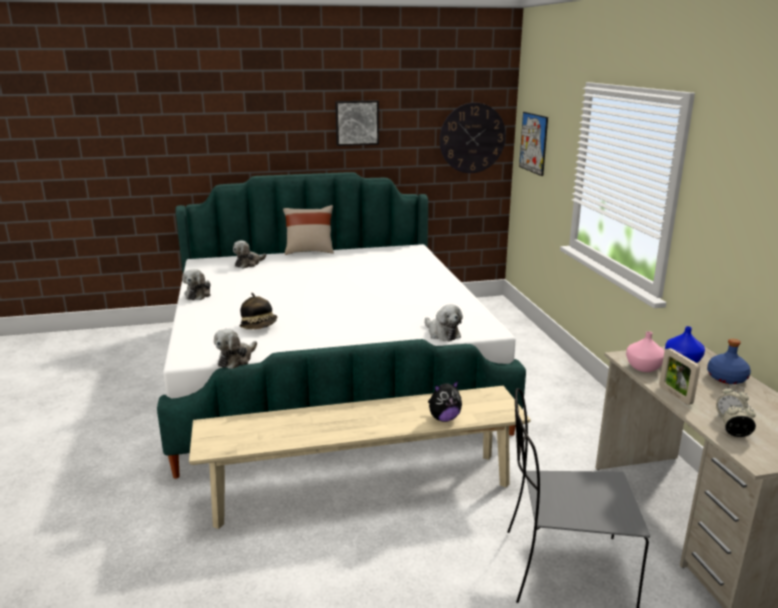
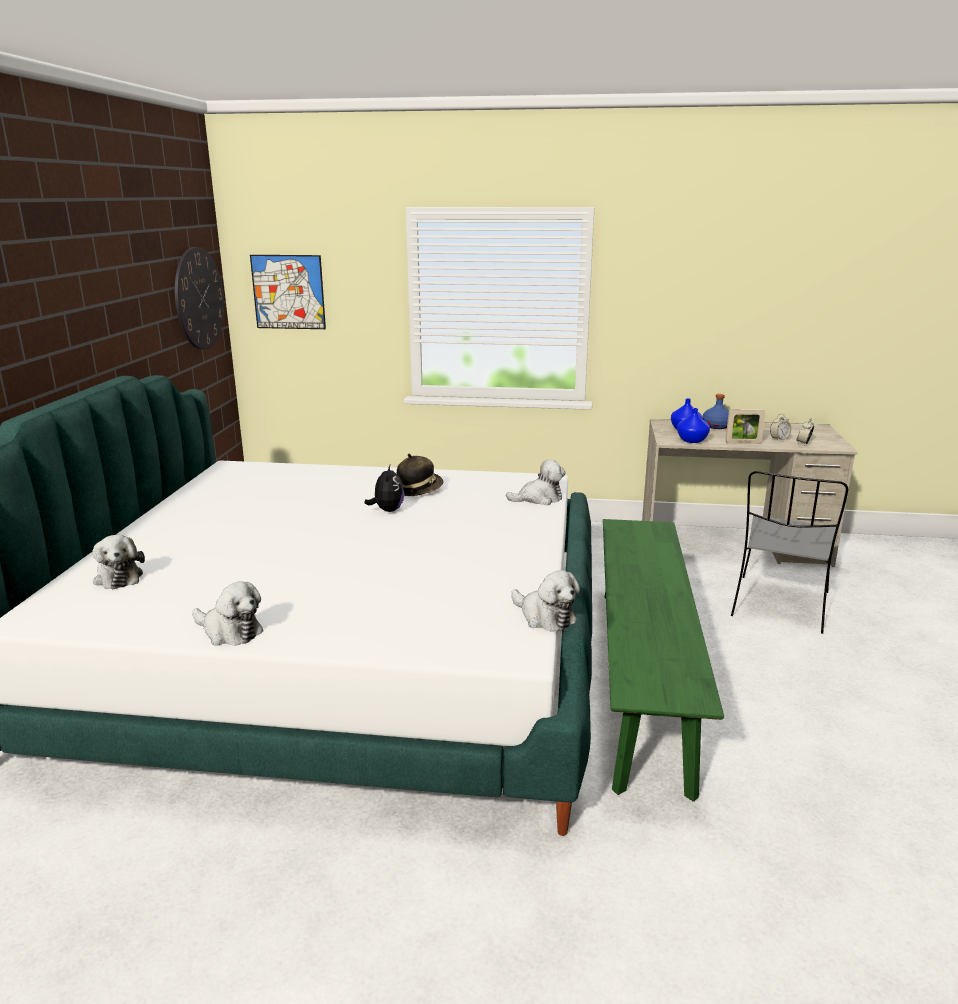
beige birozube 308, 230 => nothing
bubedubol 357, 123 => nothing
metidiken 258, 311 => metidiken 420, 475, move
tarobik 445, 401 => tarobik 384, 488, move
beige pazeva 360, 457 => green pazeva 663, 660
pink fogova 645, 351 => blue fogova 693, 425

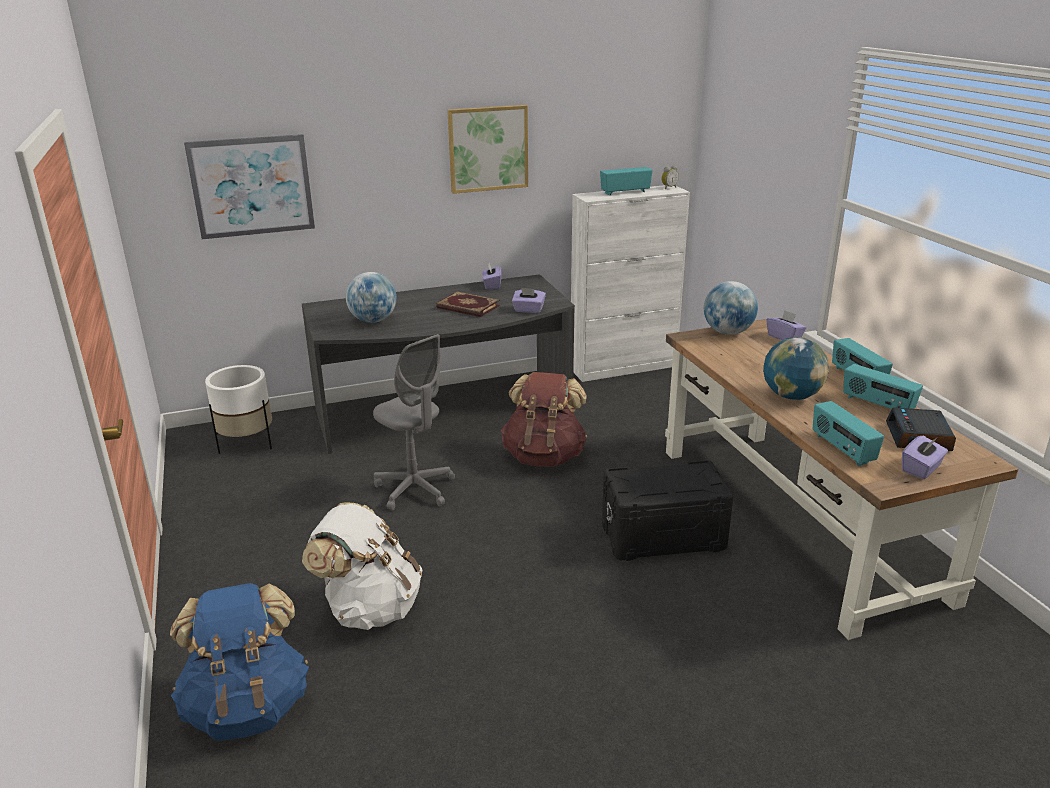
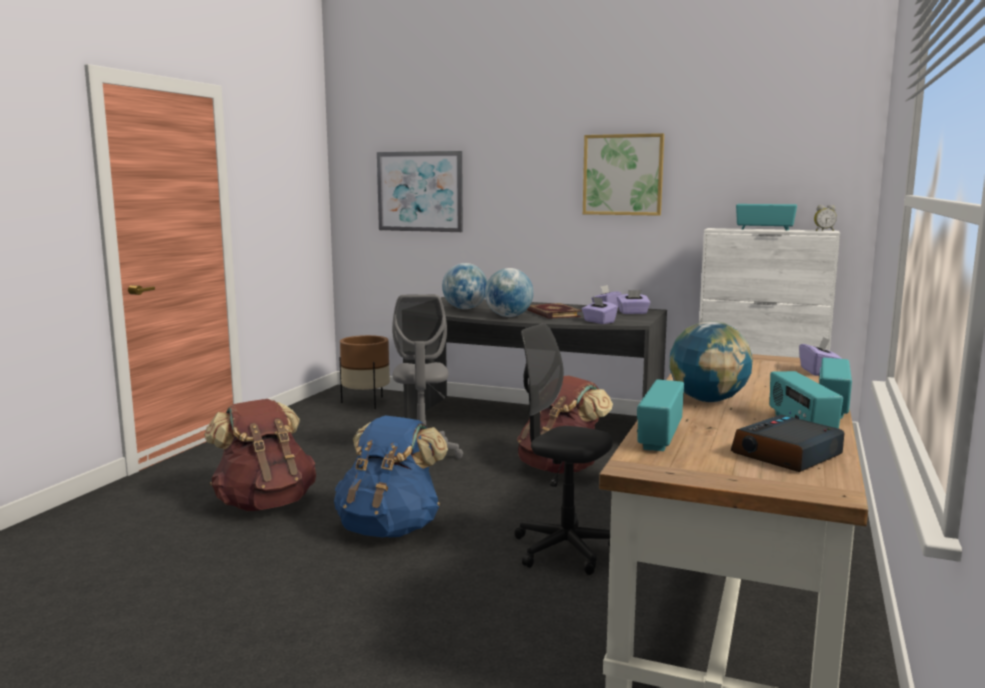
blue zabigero 239, 662 => blue zabigero 391, 476, move
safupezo 731, 308 => safupezo 509, 292, move
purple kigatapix 925, 457 => purple kigatapix 634, 302, move
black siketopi 667, 510 => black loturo 563, 449
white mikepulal 238, 409 => brown mikepulal 365, 372
white zabigero 362, 566 => brown zabigero 260, 455

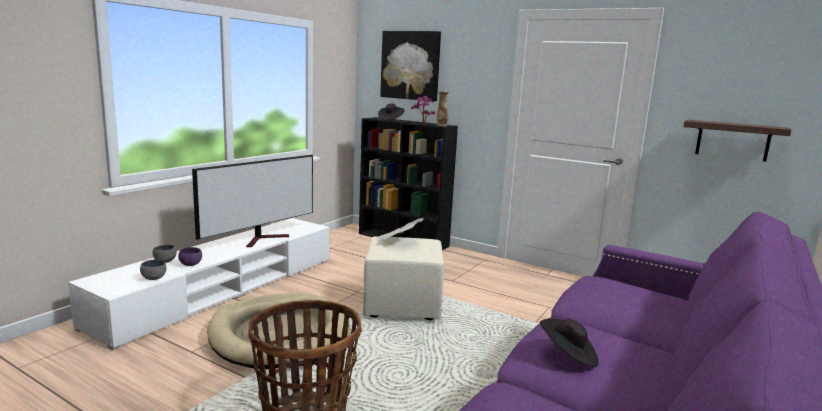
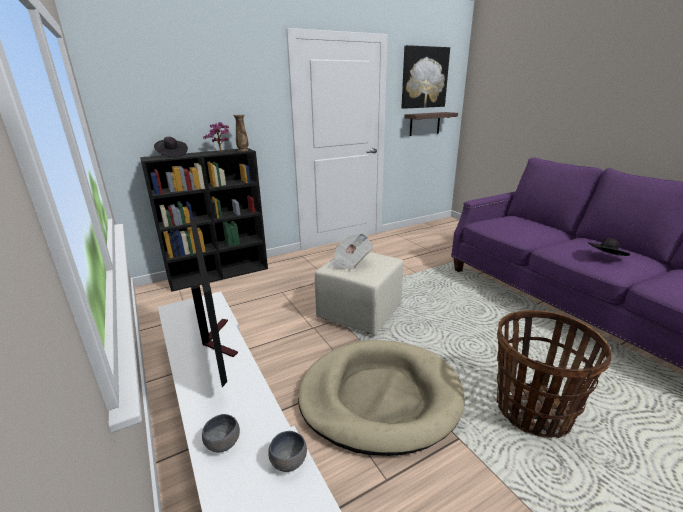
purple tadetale 190, 256 => nothing
bubedubol 410, 66 => bubedubol 425, 77, move

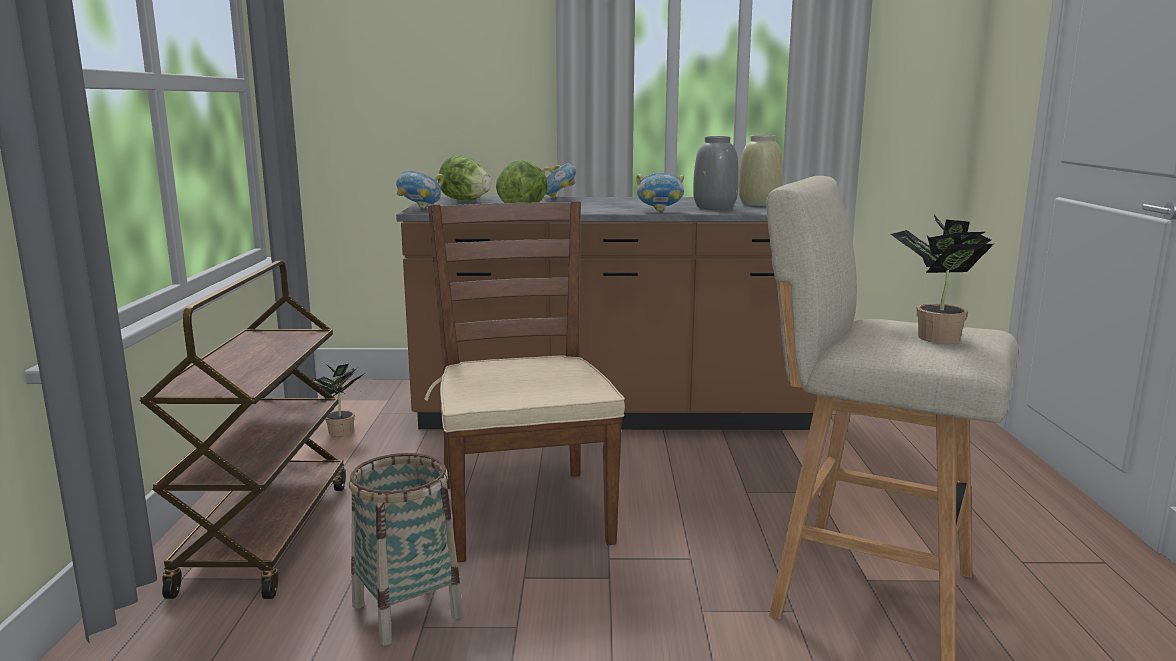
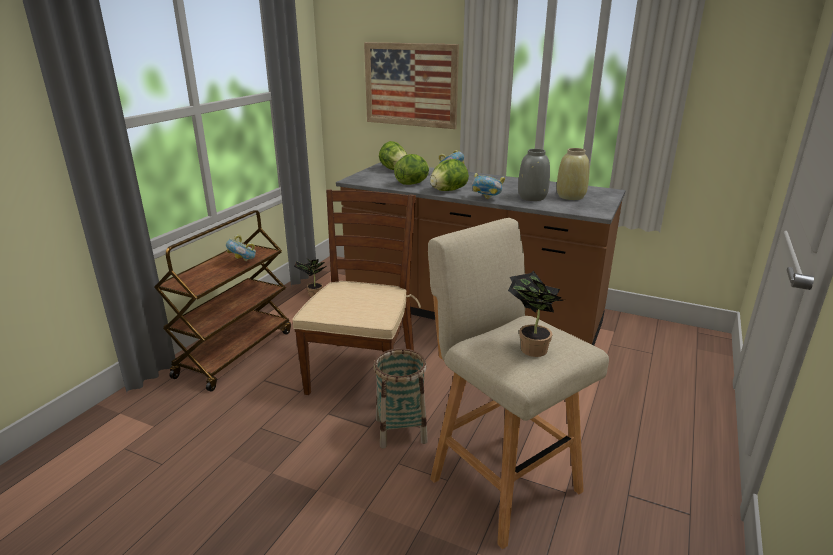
nothing => bubedubol 411, 85
nothing => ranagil 449, 175
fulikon 406, 549 => fulikon 401, 398, move
tadetale 420, 190 => tadetale 241, 248, move

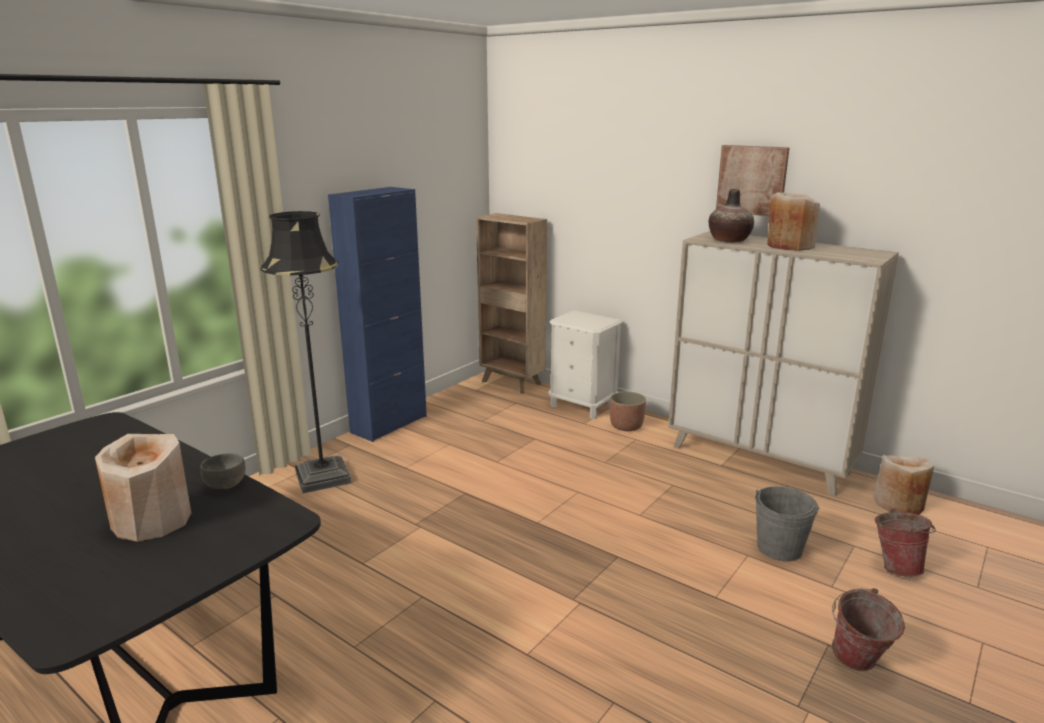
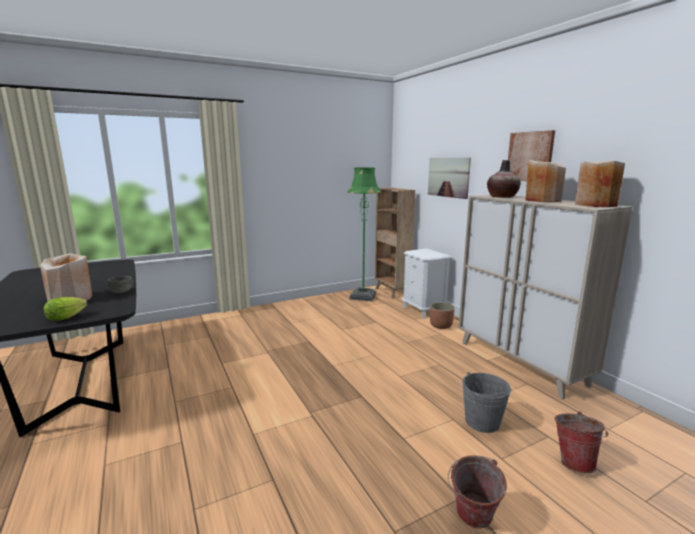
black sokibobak 306, 352 => nothing
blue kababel 377, 314 => nothing
nothing => ranagil 65, 309
nothing => green sokibobak 364, 234
nothing => bubedubol 449, 178
beige fogova 903, 485 => beige fogova 600, 183, move

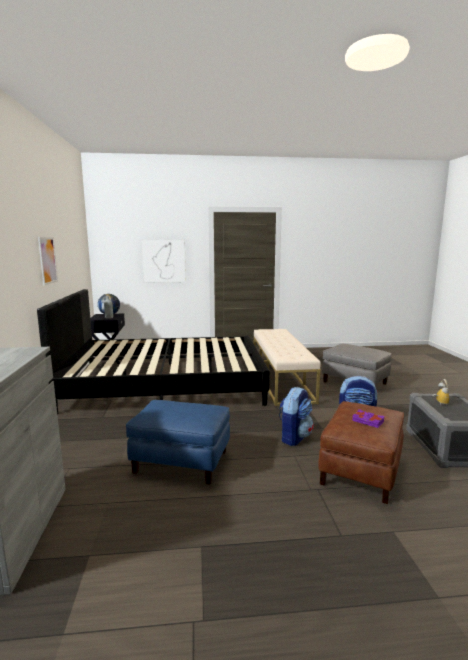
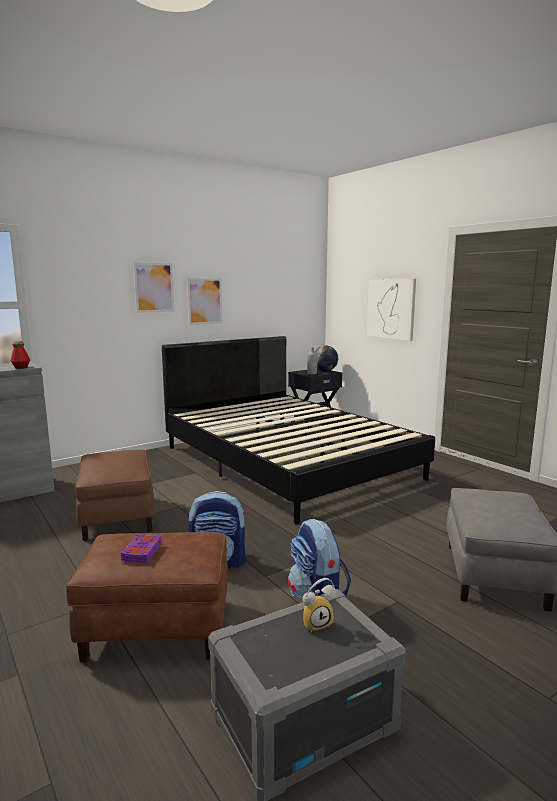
beige pazeva 287, 367 => nothing
nothing => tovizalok 20, 355
nothing => bubedubol 153, 287
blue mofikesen 178, 442 => brown mofikesen 114, 495

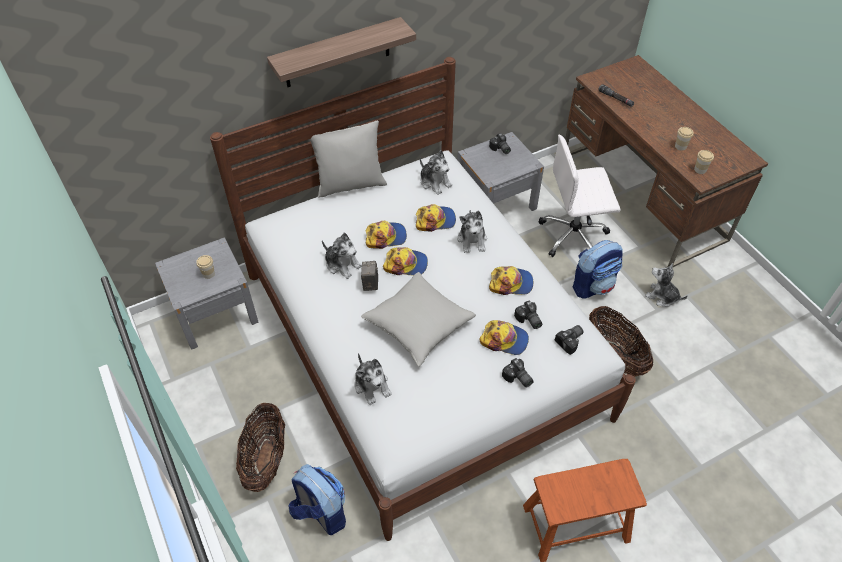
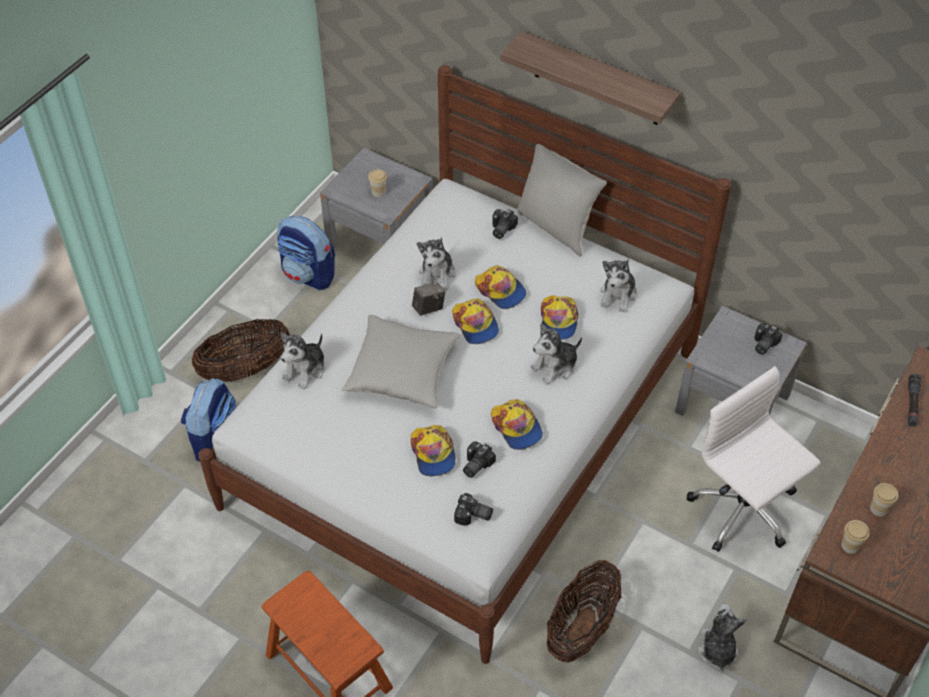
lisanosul 518, 373 => lisanosul 505, 224, move
zabigero 598, 269 => zabigero 306, 253, move
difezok 436, 218 => difezok 560, 317, 45 degrees clockwise

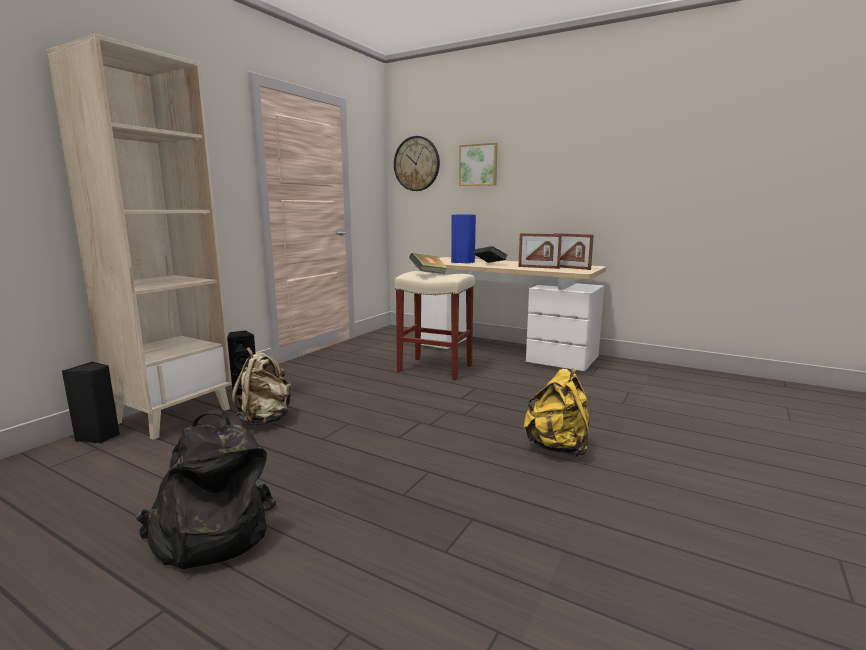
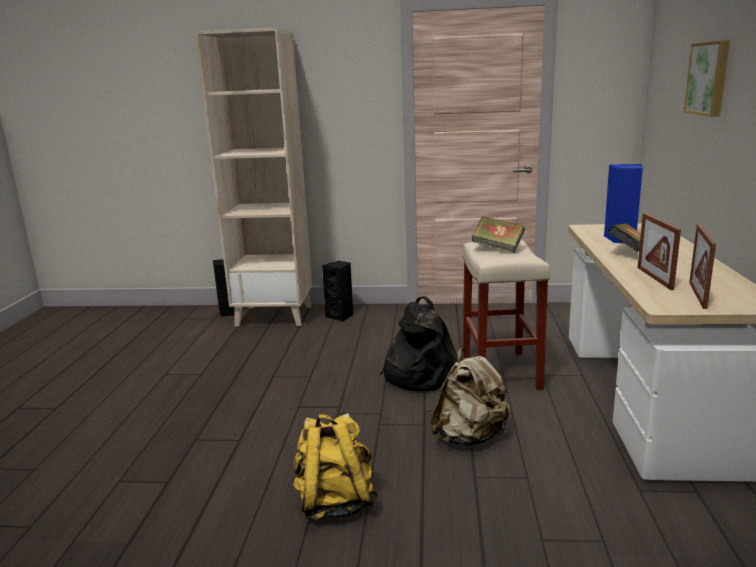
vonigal 417, 163 => nothing
black zabigero 205, 489 => black zabigero 419, 343, move
beige zabigero 262, 386 => beige zabigero 470, 397, move

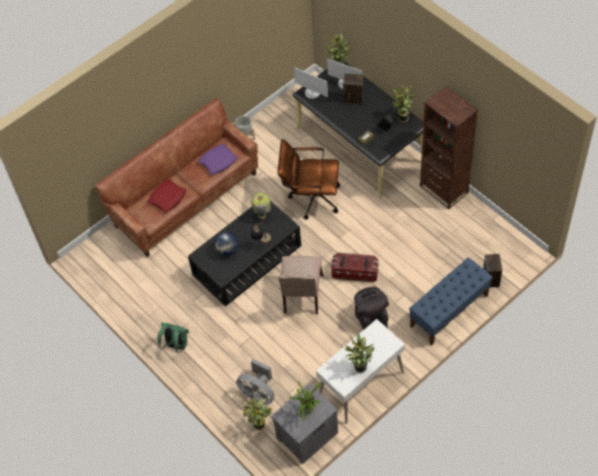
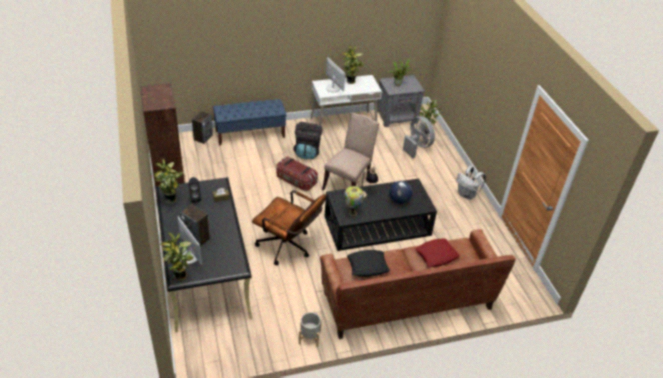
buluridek 311, 83 => buluridek 336, 74, move
green zabigero 173, 337 => white zabigero 471, 183
purple birozube 218, 159 => black birozube 368, 263

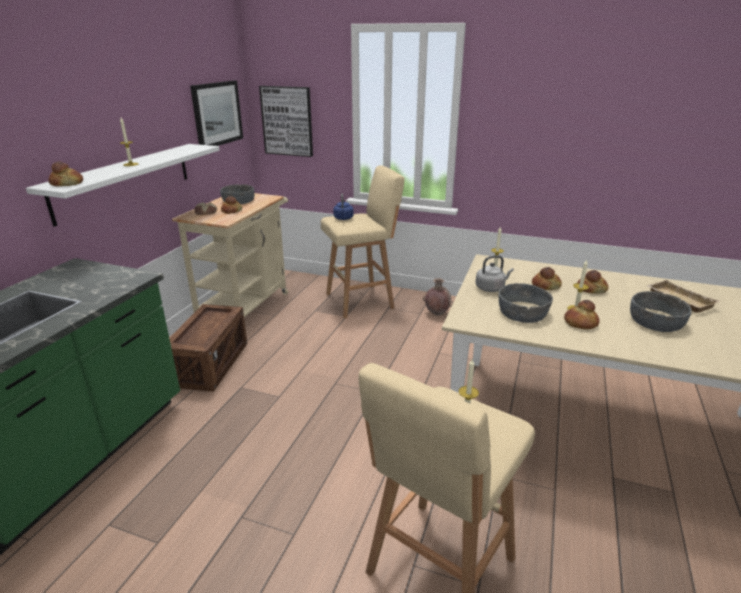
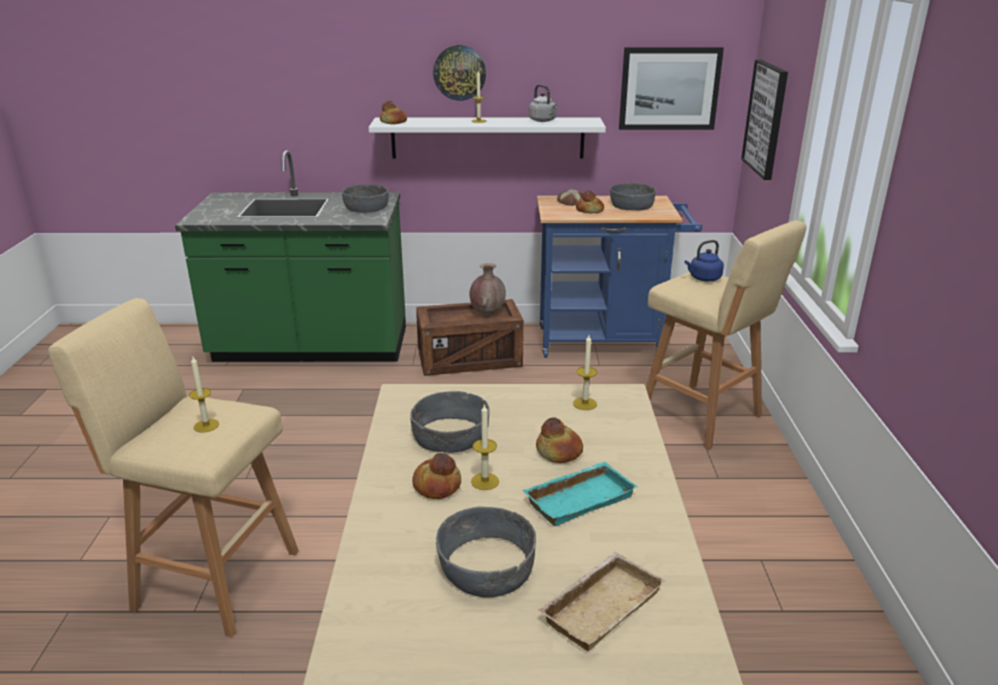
nothing => grey tadetale 365, 198
nothing => vonigal 459, 73
brown fogova 438, 296 => brown fogova 487, 289, move
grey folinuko 495, 273 => grey folinuko 543, 103, move
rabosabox 592, 282 => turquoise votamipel 579, 494
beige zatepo 230, 255 => blue zatepo 619, 277

